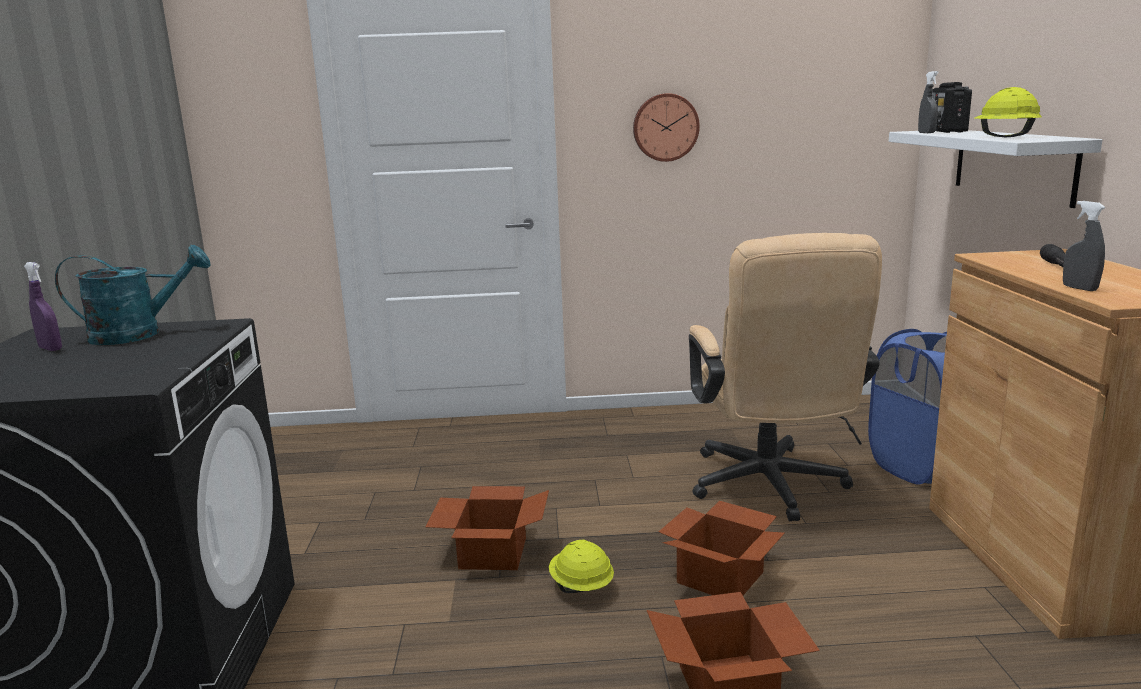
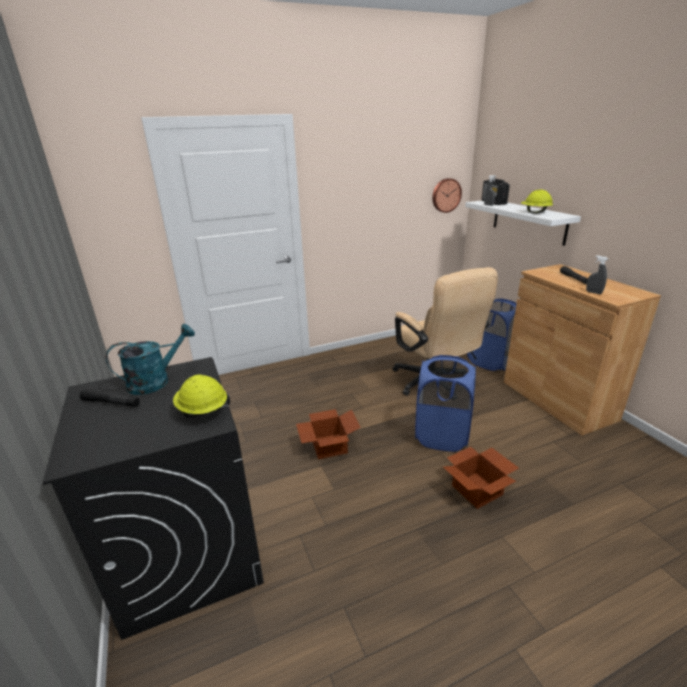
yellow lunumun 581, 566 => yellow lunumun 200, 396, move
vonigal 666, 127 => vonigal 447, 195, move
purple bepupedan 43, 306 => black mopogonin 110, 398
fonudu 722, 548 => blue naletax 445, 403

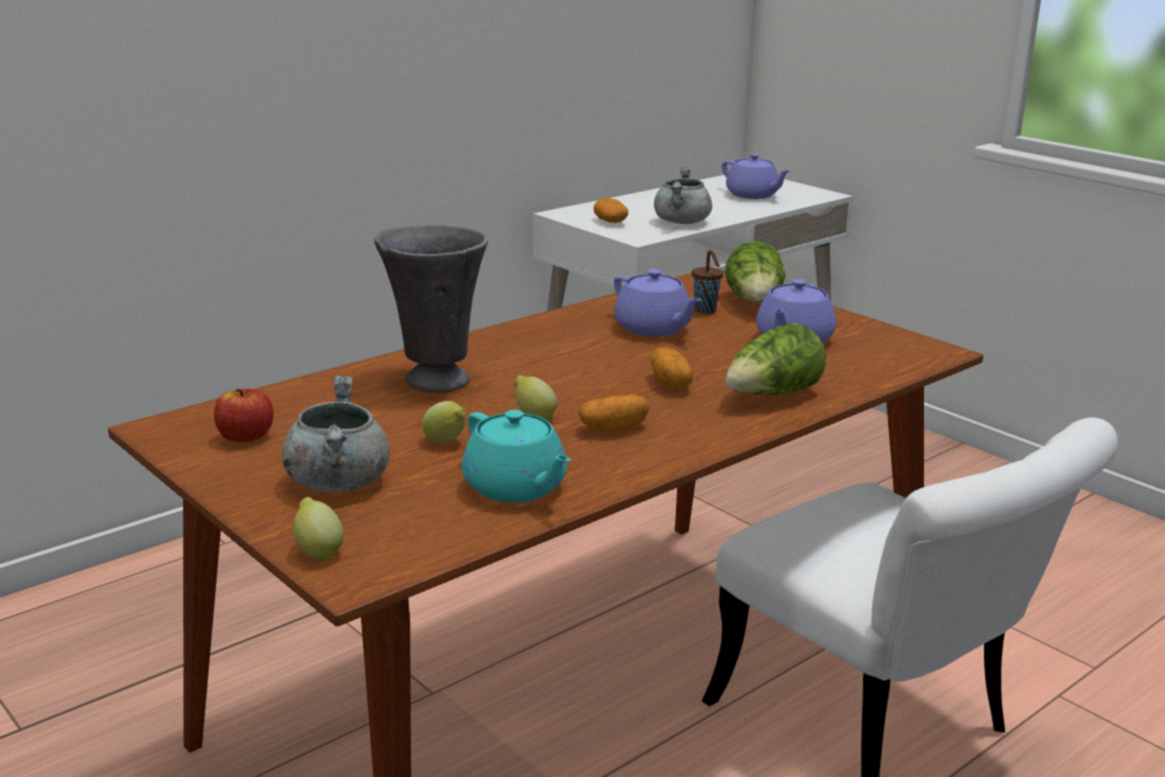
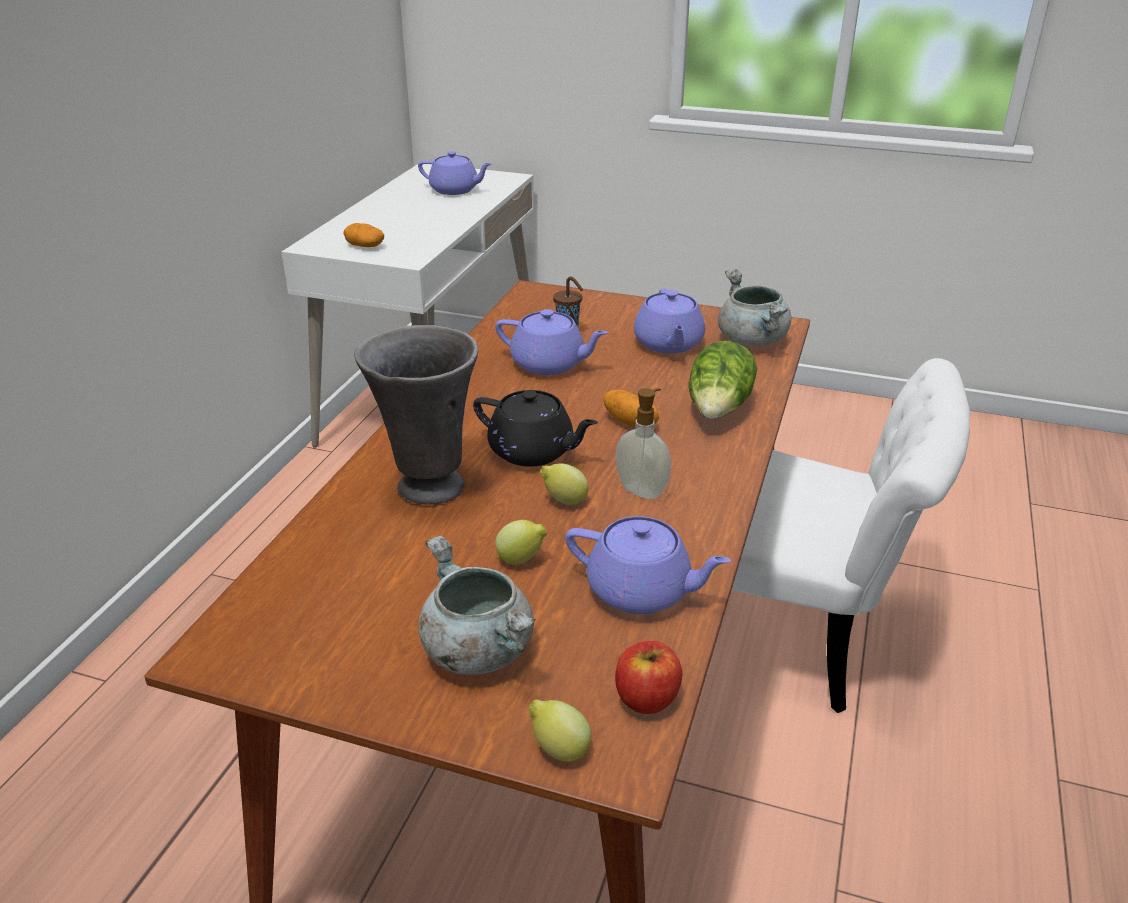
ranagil 755, 272 => nothing
nothing => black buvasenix 535, 428
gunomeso 244, 416 => gunomeso 648, 677, move
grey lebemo 683, 195 => grey lebemo 754, 307, move
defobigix 614, 413 => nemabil 643, 443
turquoise buvasenix 516, 456 => purple buvasenix 648, 565

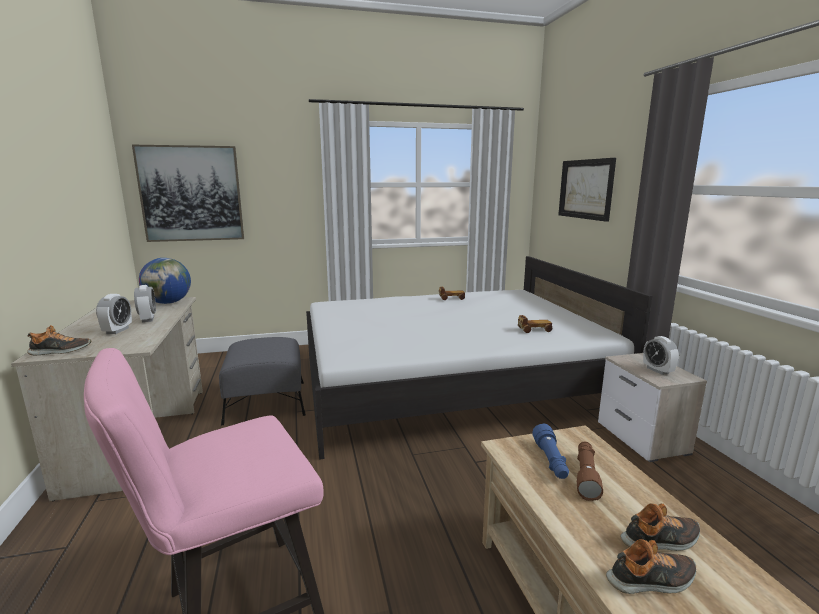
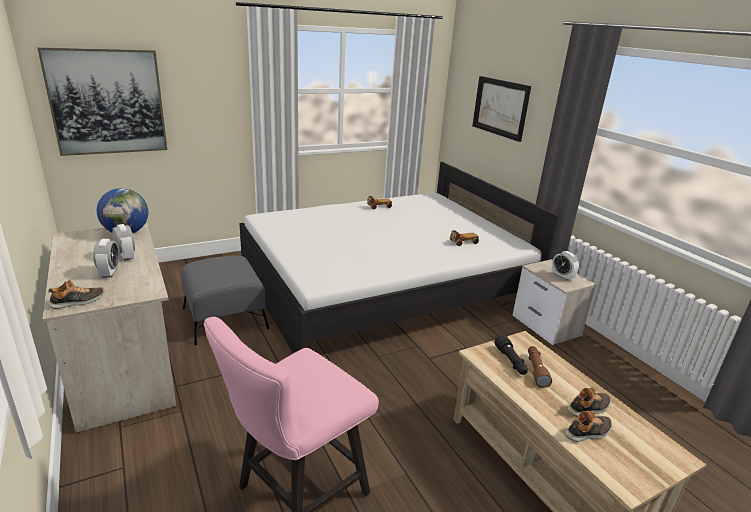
blue mopogonin 550, 451 => black mopogonin 511, 355

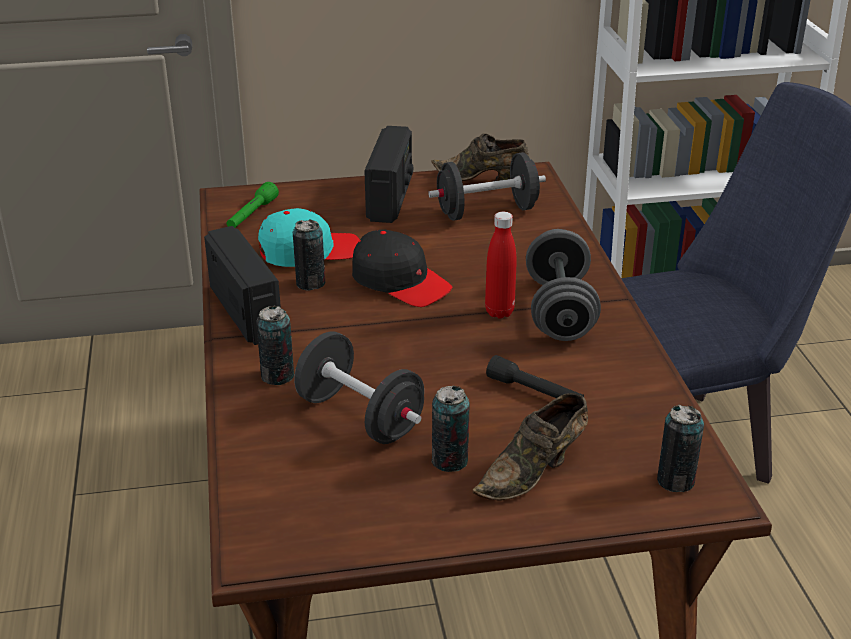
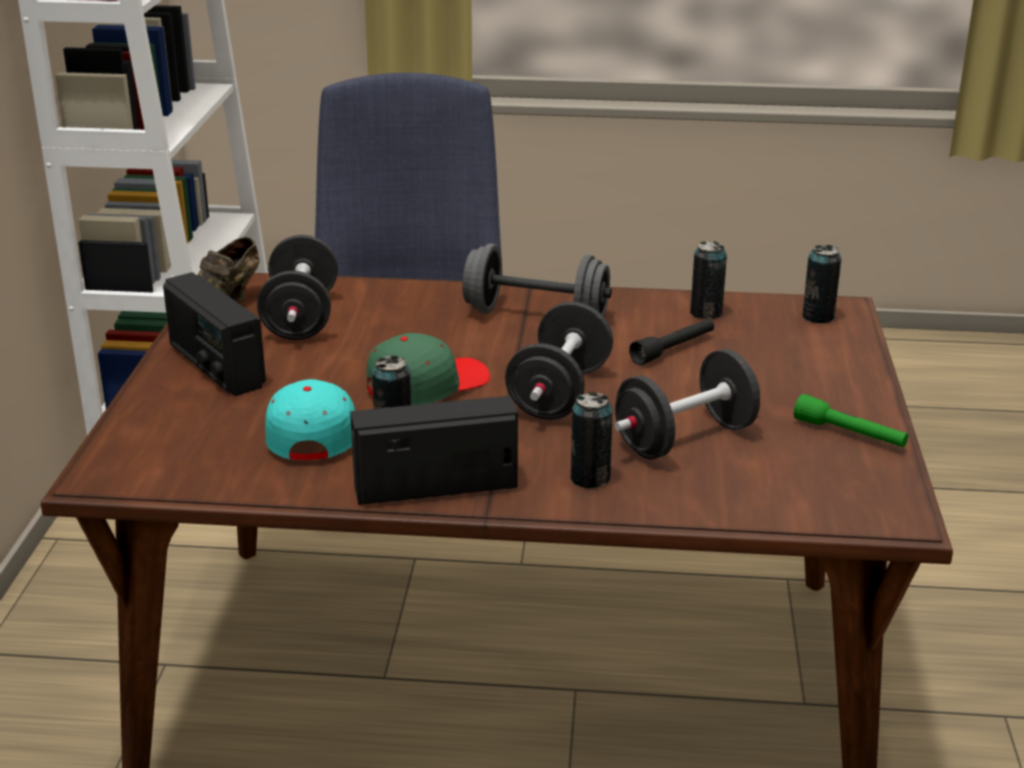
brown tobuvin 530, 446 => nothing
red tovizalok 501, 265 => nothing
nothing => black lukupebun 559, 361
green mopogonin 253, 205 => green mopogonin 851, 420, move
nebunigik 451, 429 => nebunigik 708, 280, move
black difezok 402, 268 => green difezok 428, 369
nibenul 388, 174 => nibenul 214, 334, 150 degrees counterclockwise

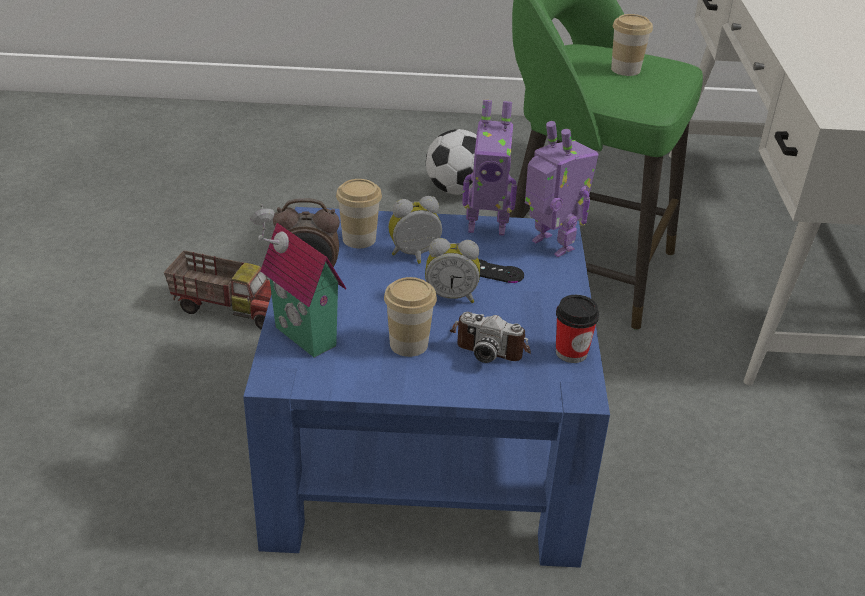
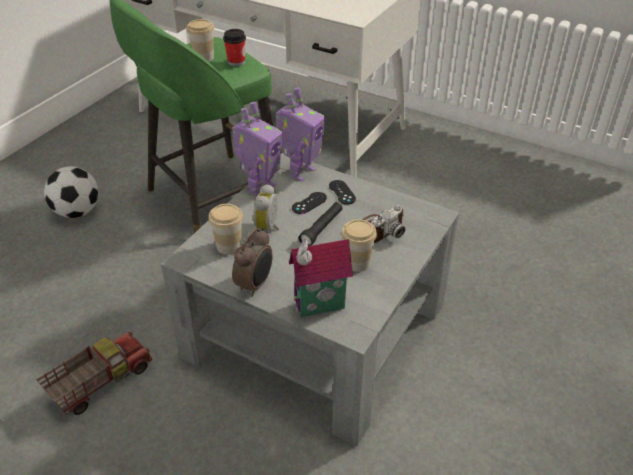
nothing => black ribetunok 342, 192
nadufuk 577, 329 => nadufuk 234, 47, move
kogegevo 452, 270 => black mopogonin 320, 224
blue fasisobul 426, 387 => grey fasisobul 310, 300
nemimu 561, 189 => nemimu 300, 134, 135 degrees clockwise

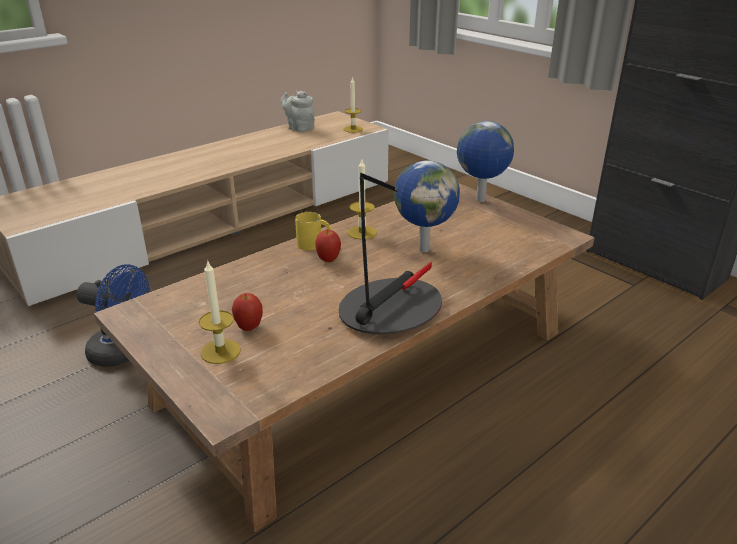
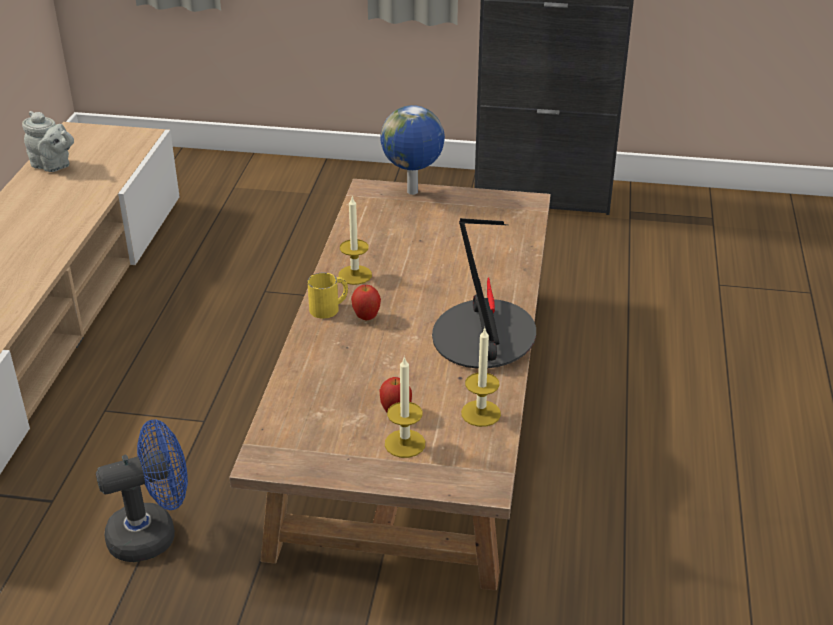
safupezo 427, 206 => nothing
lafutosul 353, 105 => lafutosul 481, 377, move
grey buvasenix 298, 111 => grey buvasenix 48, 141, 150 degrees counterclockwise

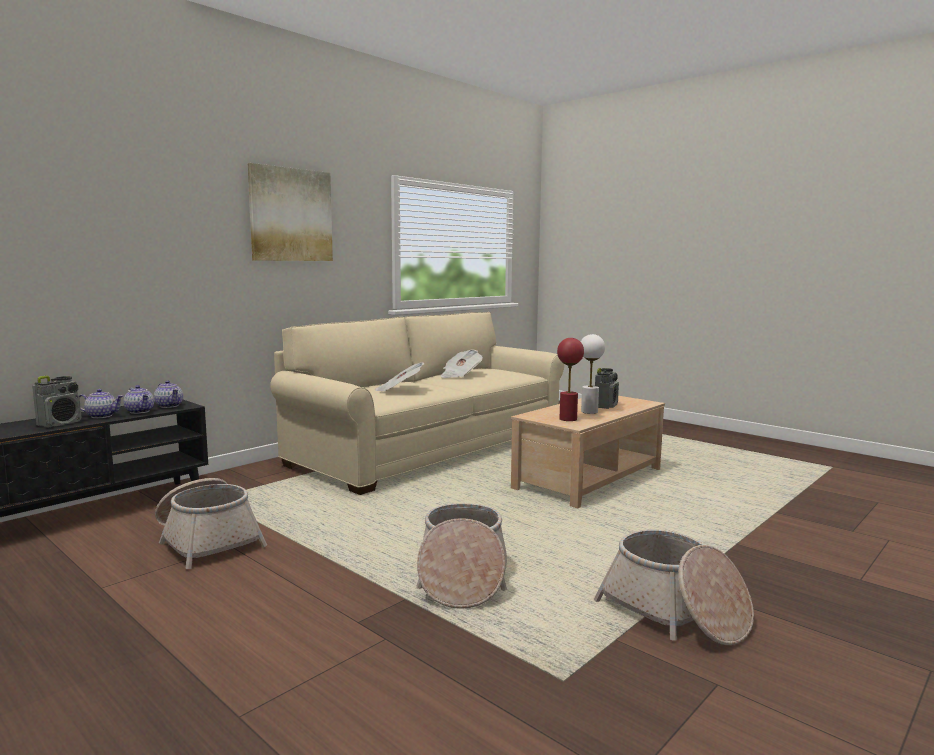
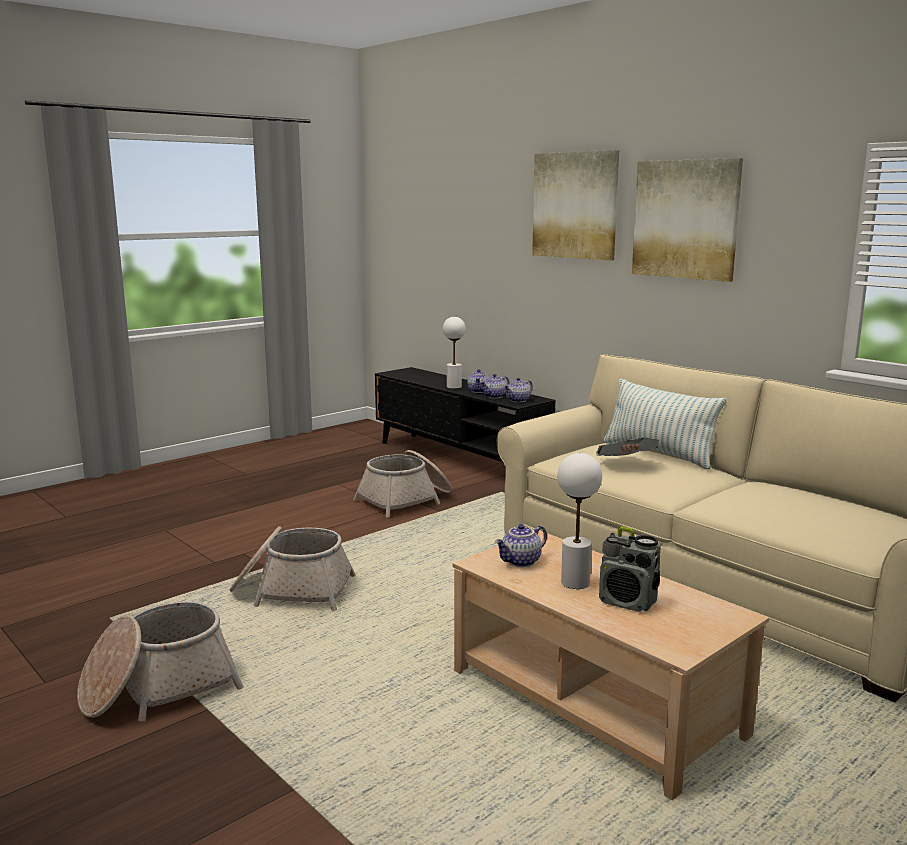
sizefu 462, 363 => nothing
nothing => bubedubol 575, 205
nothing => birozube 665, 424
nibenul 57, 401 => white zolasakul 454, 353
red zolasakul 570, 379 => buvasenix 521, 545

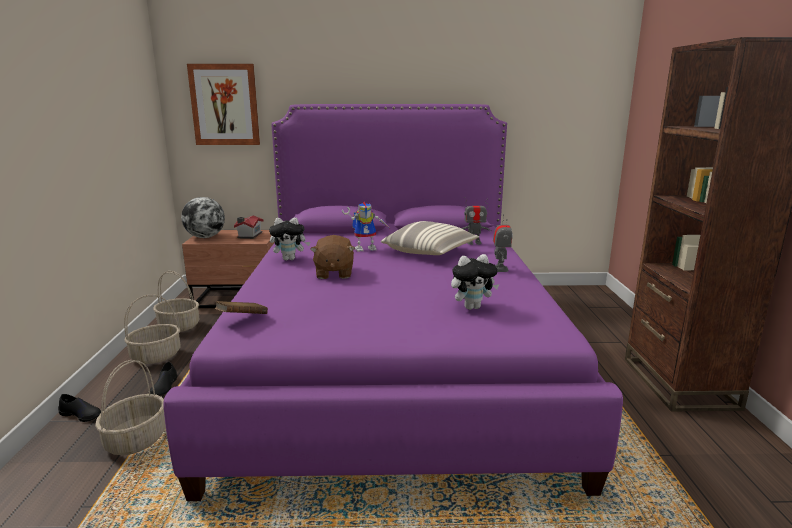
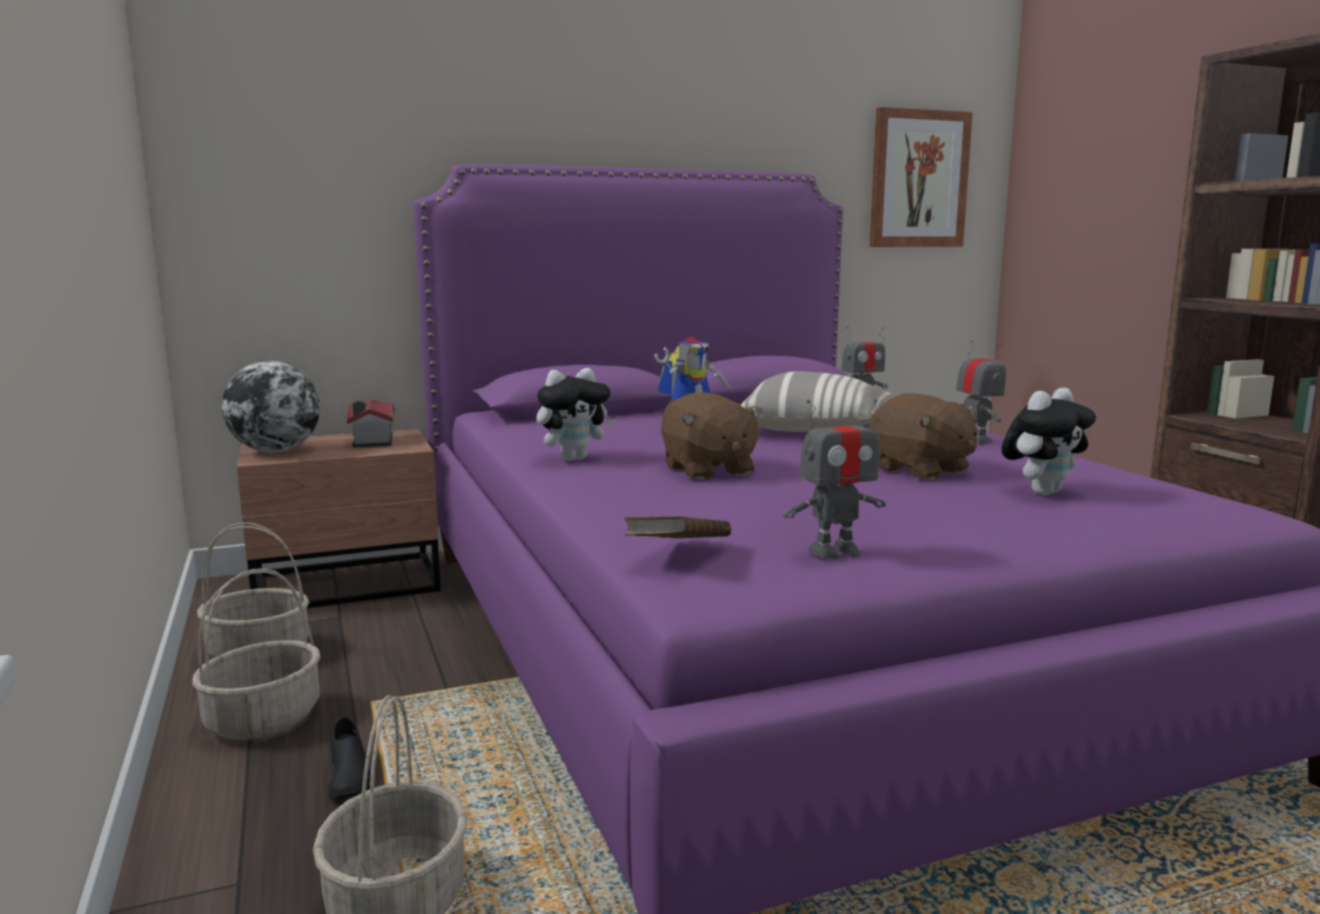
black tobuvin 79, 408 => nothing
nothing => nemimu 834, 479
nothing => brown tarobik 923, 437
bubedubol 223, 104 => bubedubol 921, 177, move

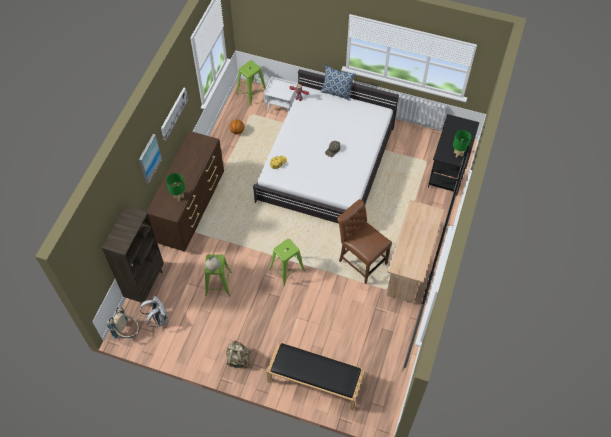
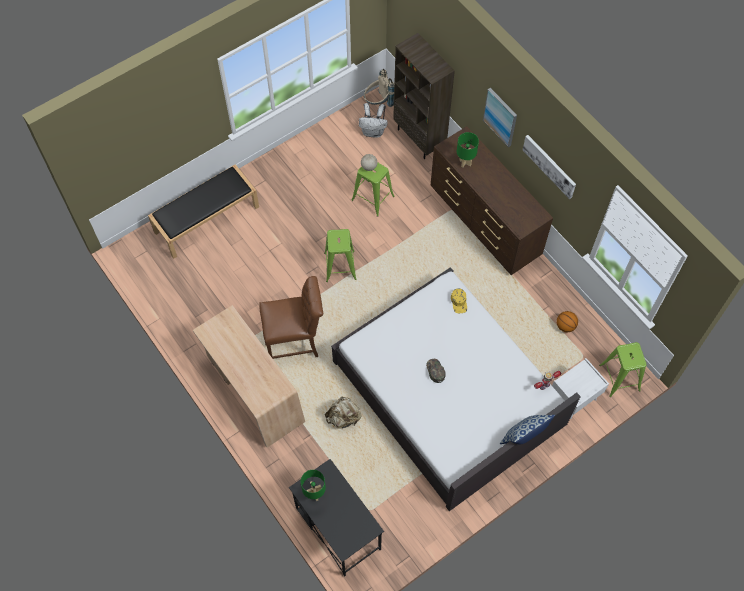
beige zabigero 238, 354 => beige zabigero 343, 413, move

